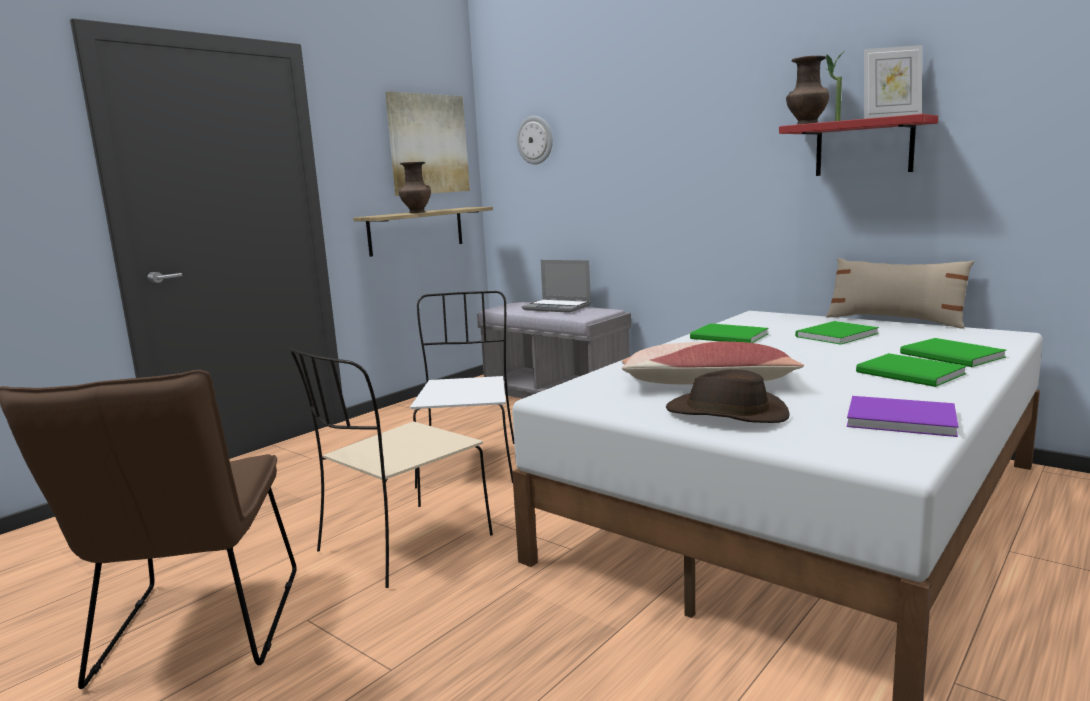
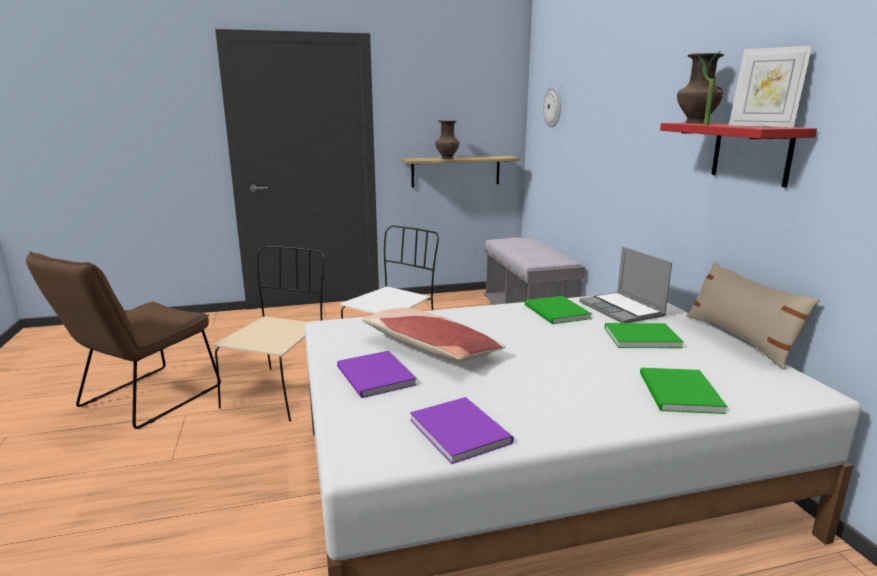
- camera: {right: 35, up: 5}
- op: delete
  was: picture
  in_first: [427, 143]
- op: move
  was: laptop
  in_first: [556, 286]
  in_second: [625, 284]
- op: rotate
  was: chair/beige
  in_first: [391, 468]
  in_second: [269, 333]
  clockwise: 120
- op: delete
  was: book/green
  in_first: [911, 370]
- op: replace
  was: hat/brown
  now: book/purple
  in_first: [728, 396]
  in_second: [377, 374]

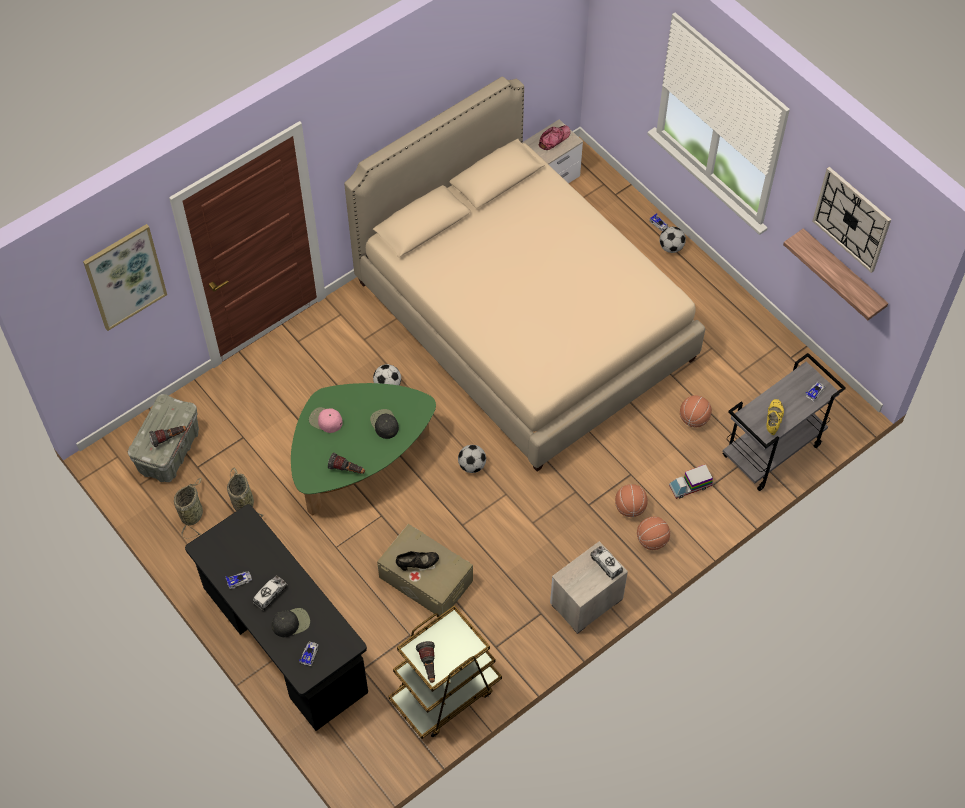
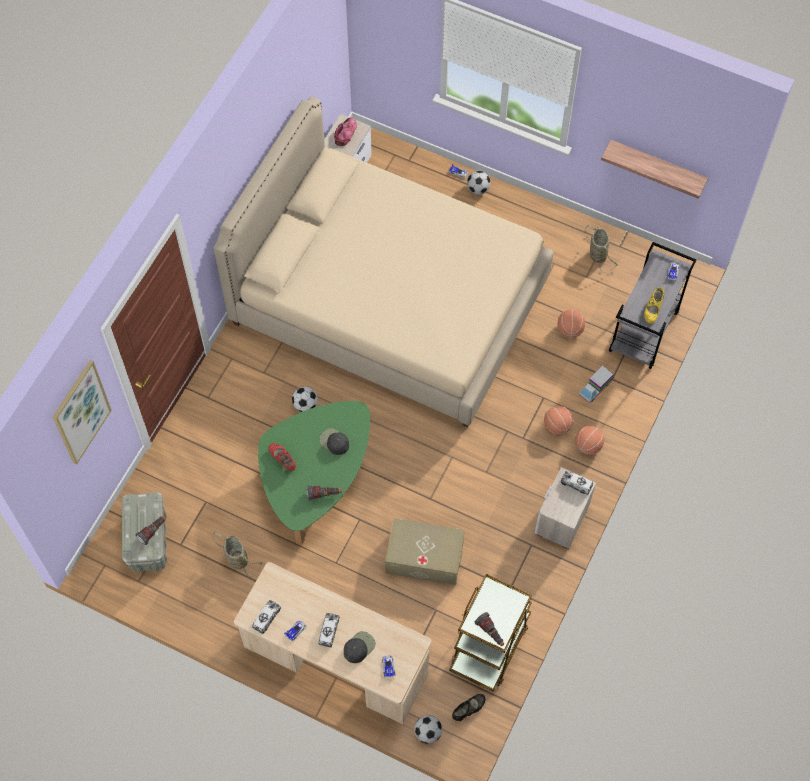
- camera: {right: -25, up: 5}
- op: delete
  was: wall clock
  in_first: [852, 220]
- op: rotate
  was: shoe/yellow
  in_first: [775, 417]
  in_second: [654, 305]
  clockwise: -150
- op: replace
  was: cap/pink
  now: shoe/red
  in_first: [326, 420]
  in_second: [282, 457]
- op: move
  was: football
  in_first: [472, 459]
  in_second: [428, 729]
- op: move
  was: basket
  in_first: [188, 508]
  in_second: [601, 249]
- op: recolor
  was: desk/black
  now: desk/beige
  in_first: [276, 617]
  in_second: [333, 643]
- op: move
  was: shoe/black
  in_first: [417, 561]
  in_second: [469, 707]
- op: insert
  now: toy truck
  in_second: [266, 617]

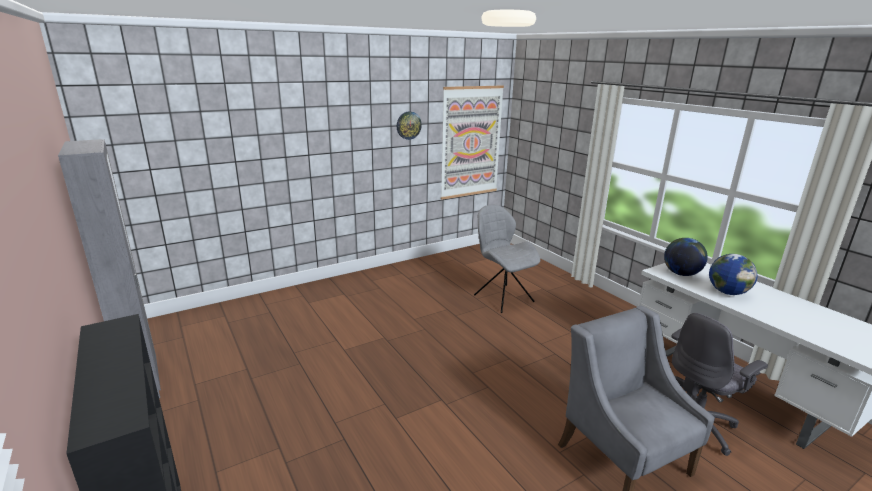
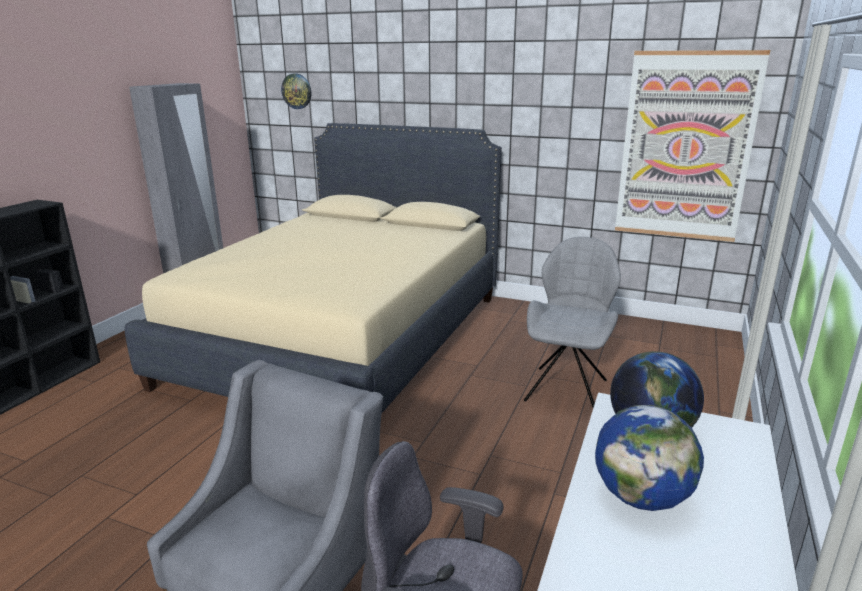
- camera: {right: 55, up: 0}
- op: move
  was: wall clock
  in_first: [409, 125]
  in_second: [296, 91]
- op: insert
  now: bed/beige
  in_second: [313, 268]

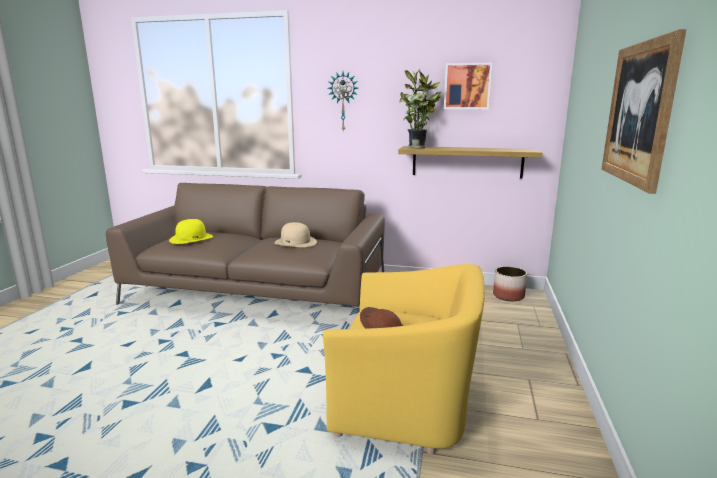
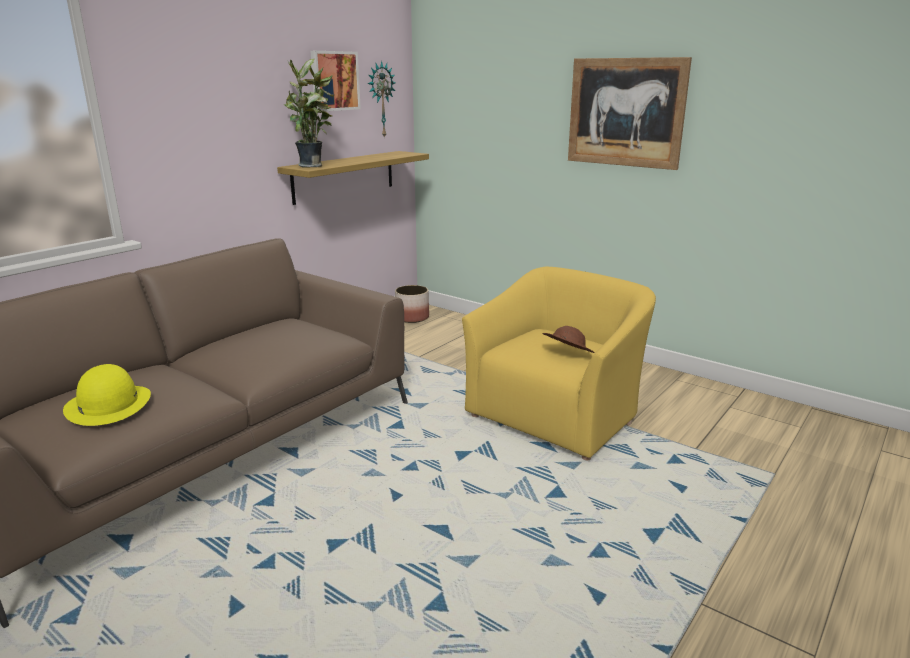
- camera: {right: -65, up: 5}
- op: move
  was: wall clock
  in_first: [343, 102]
  in_second: [382, 100]
- op: delete
  was: hat/beige
  in_first: [295, 234]

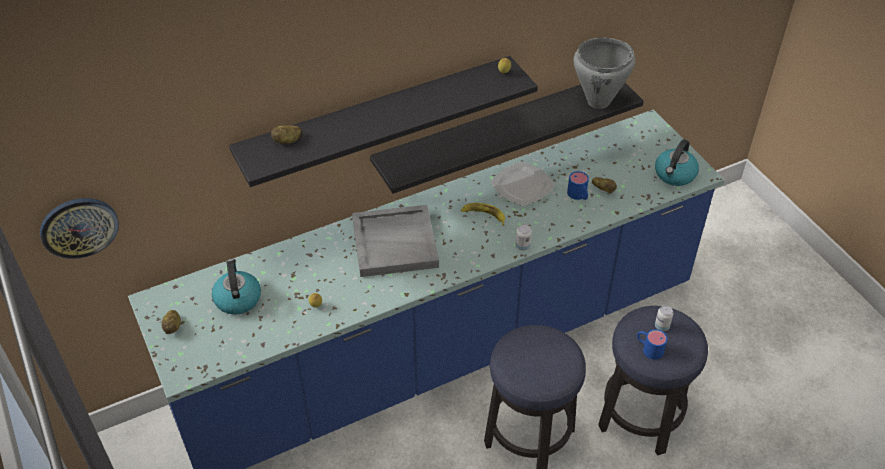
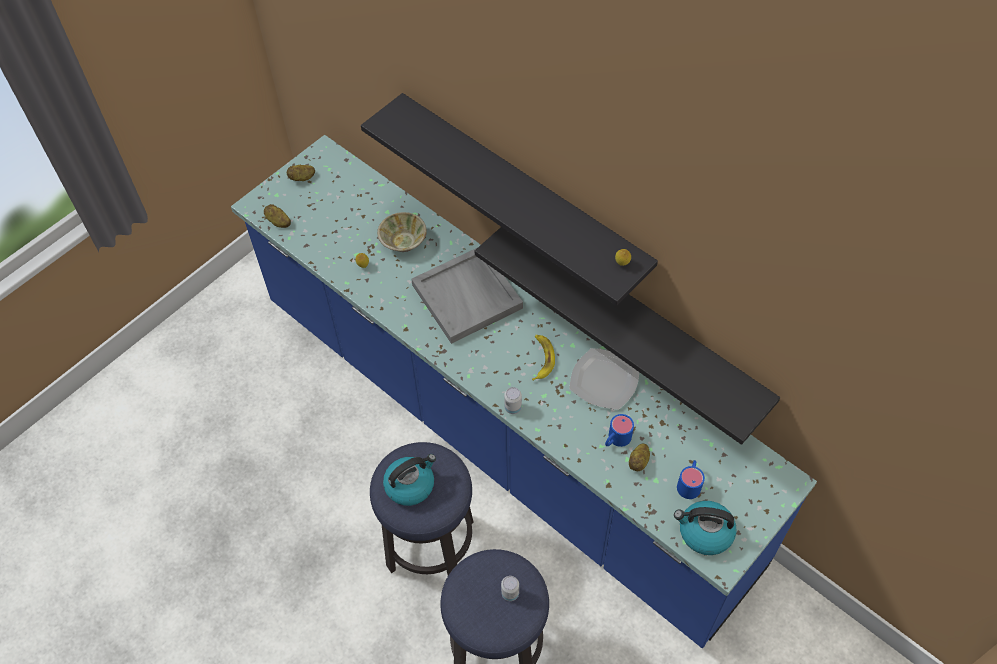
- camera: {right: 70, up: 10}
- op: delete
  was: cooking pot/grey
  in_first: [604, 73]
- op: move
  was: potato
  in_first: [286, 134]
  in_second: [277, 216]
- op: delete
  was: wall clock
  in_first: [79, 228]
- op: move
  was: kettle
  in_first: [236, 287]
  in_second: [409, 480]
- op: move
  was: mug/blue
  in_first: [652, 344]
  in_second: [691, 479]
- op: insert
  now: bowl/beige
  in_second: [402, 232]

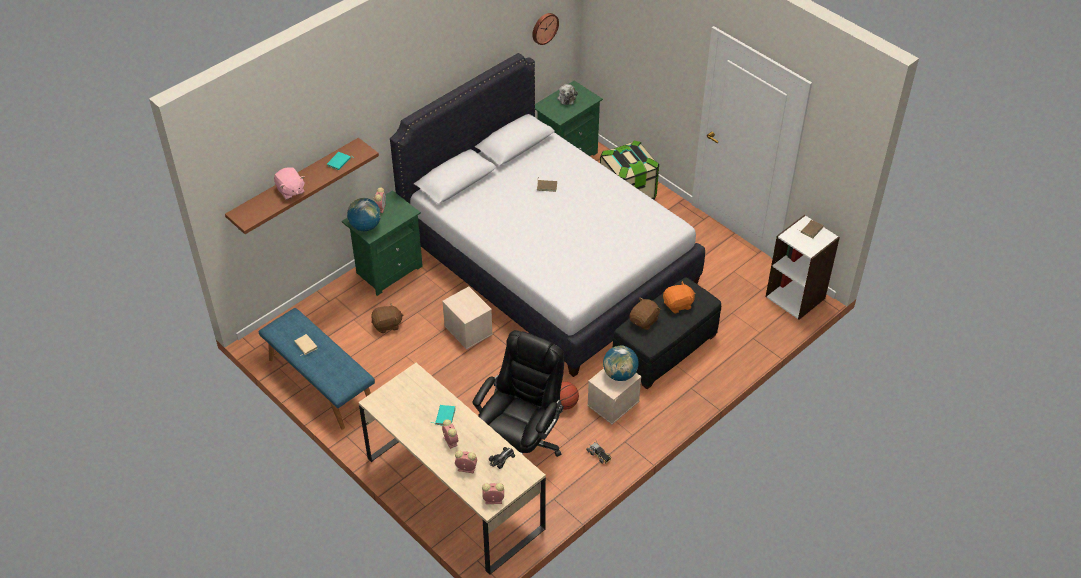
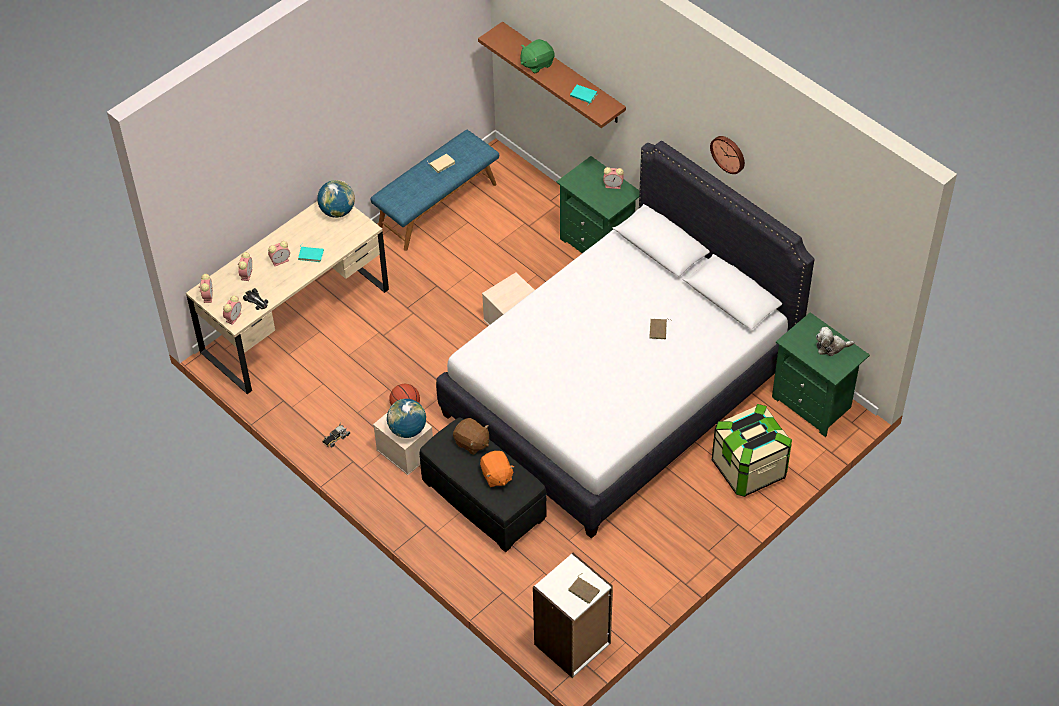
- camera: {right: 90, up: 5}
- op: move
  was: wall clock
  in_first: [545, 29]
  in_second: [727, 155]
- op: recolor
  was: plush toy/pink
  now: plush toy/green
  in_first: [289, 183]
  in_second: [537, 56]
- op: move
  was: globe
  in_first: [364, 214]
  in_second: [336, 199]
- op: delete
  was: plush toy/brown
  in_first: [387, 318]
- op: delete
  was: office chair/black
  in_first: [518, 393]
- op: insert
  now: alarm clock
  in_second: [232, 310]

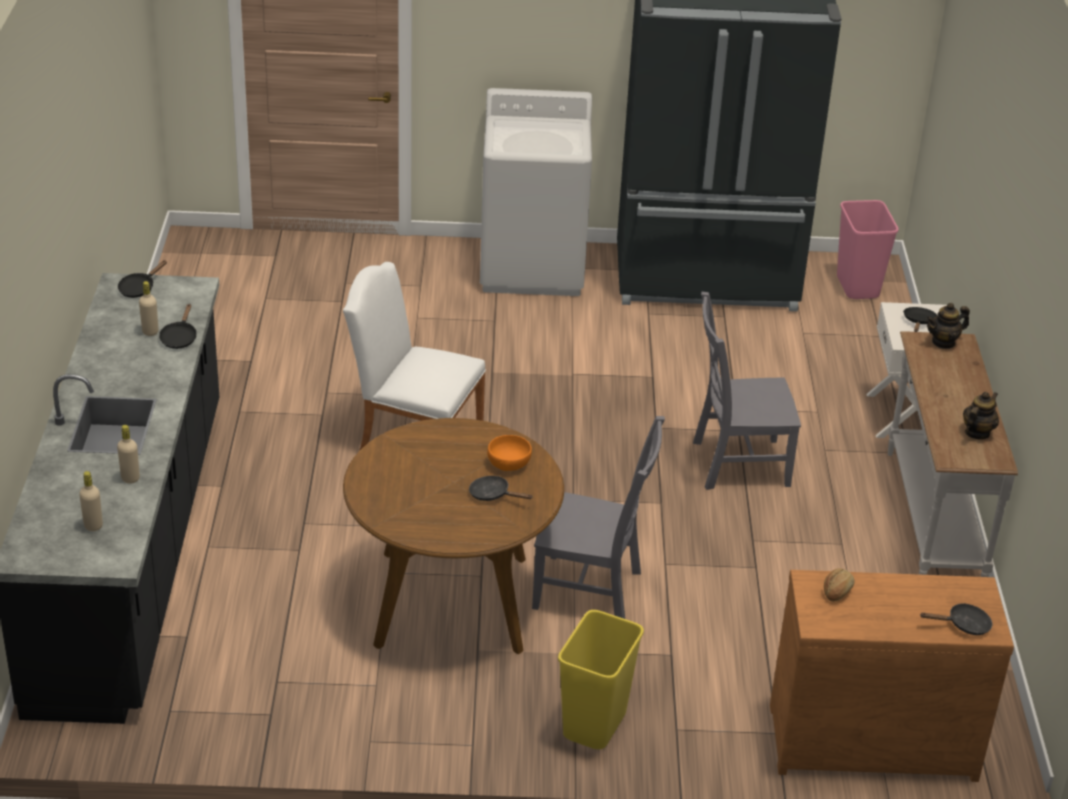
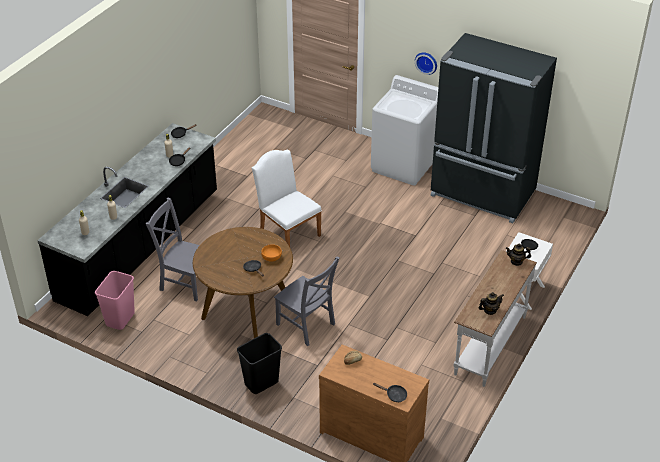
- camera: {right: 30, up: 5}
- op: move
  was: trash can/pink
  in_first: [868, 249]
  in_second: [115, 300]
- op: move
  was: chair/grey
  in_first: [747, 391]
  in_second: [173, 249]
- op: recolor
  was: trash can/yellow
  now: trash can/black
  in_first: [601, 679]
  in_second: [259, 363]
- op: insert
  now: wall clock
  in_second: [426, 63]

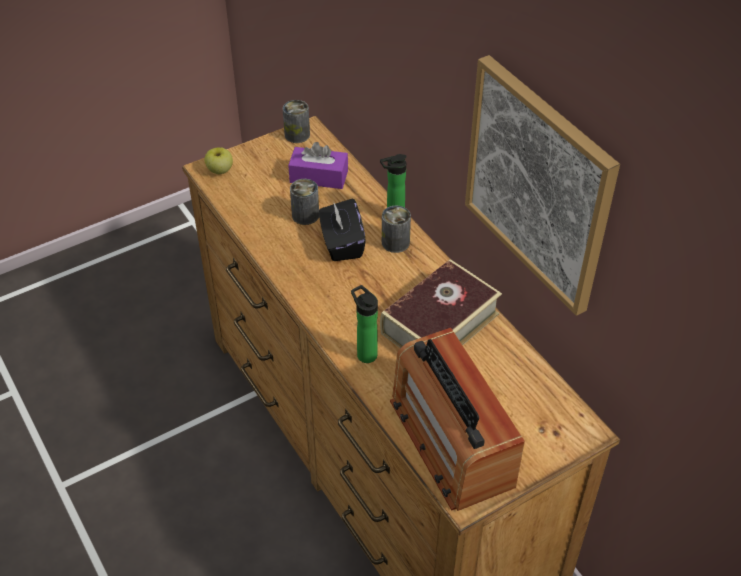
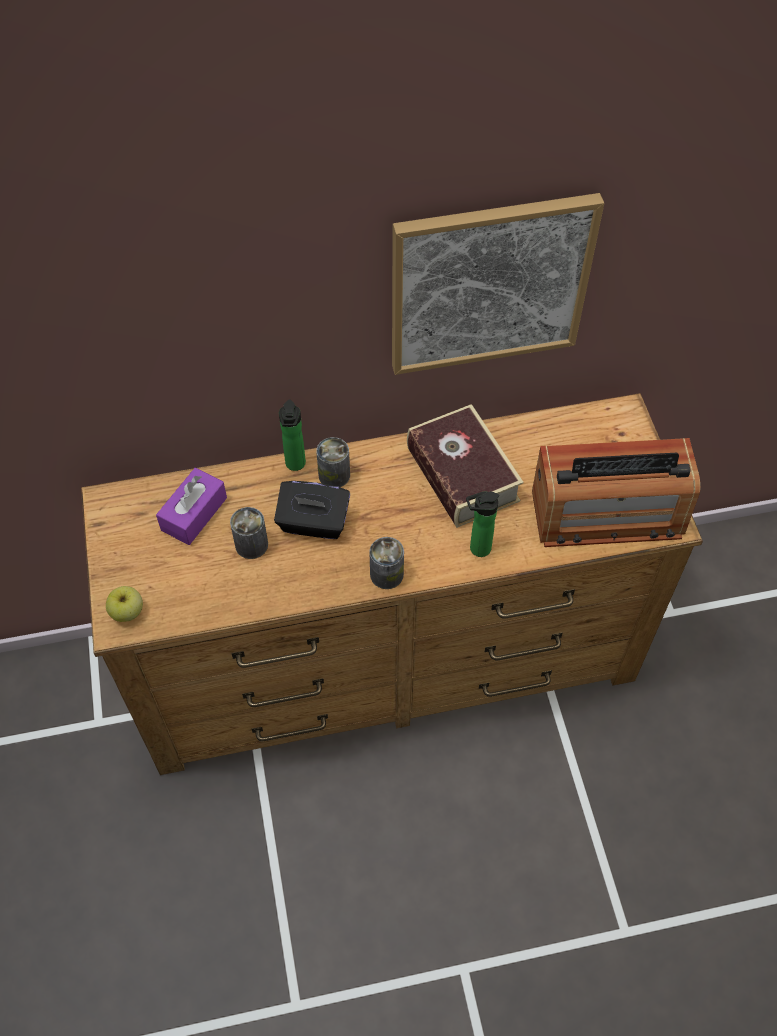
- camera: {right: -70, up: 10}
- op: move
  was: can
  in_first: [296, 121]
  in_second: [386, 563]

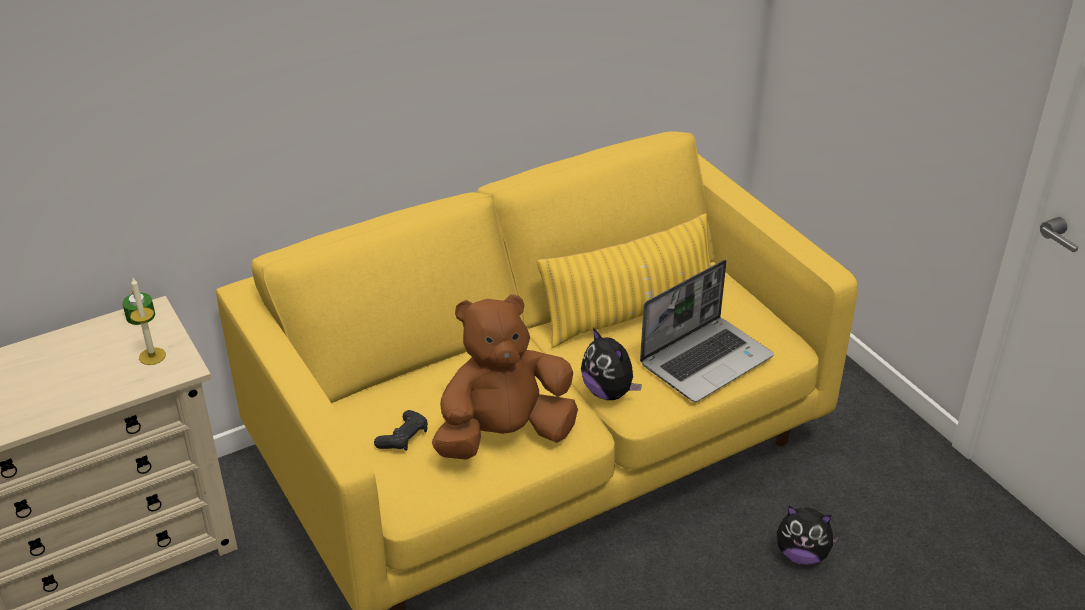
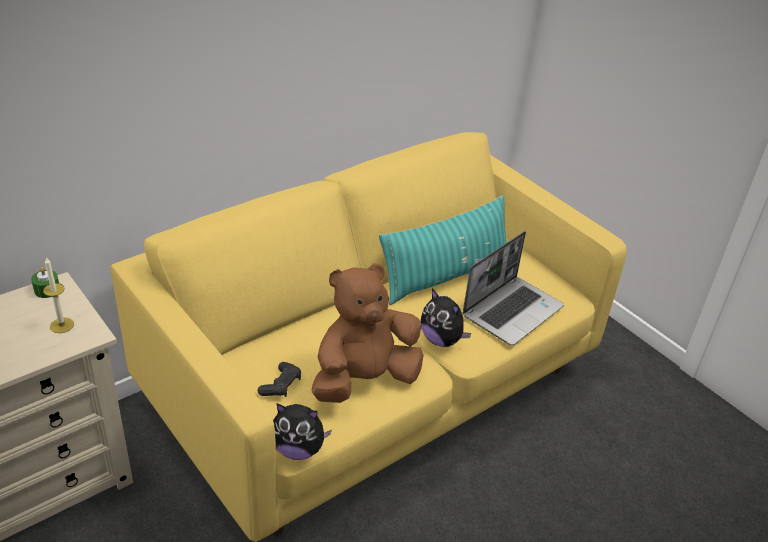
- camera: {right: -10, up: 0}
- op: recolor
  was: pillow/yellow
  now: pillow/turquoise
  in_first: [624, 281]
  in_second: [442, 250]
- op: move
  was: plush toy
  in_first: [808, 535]
  in_second: [302, 431]

